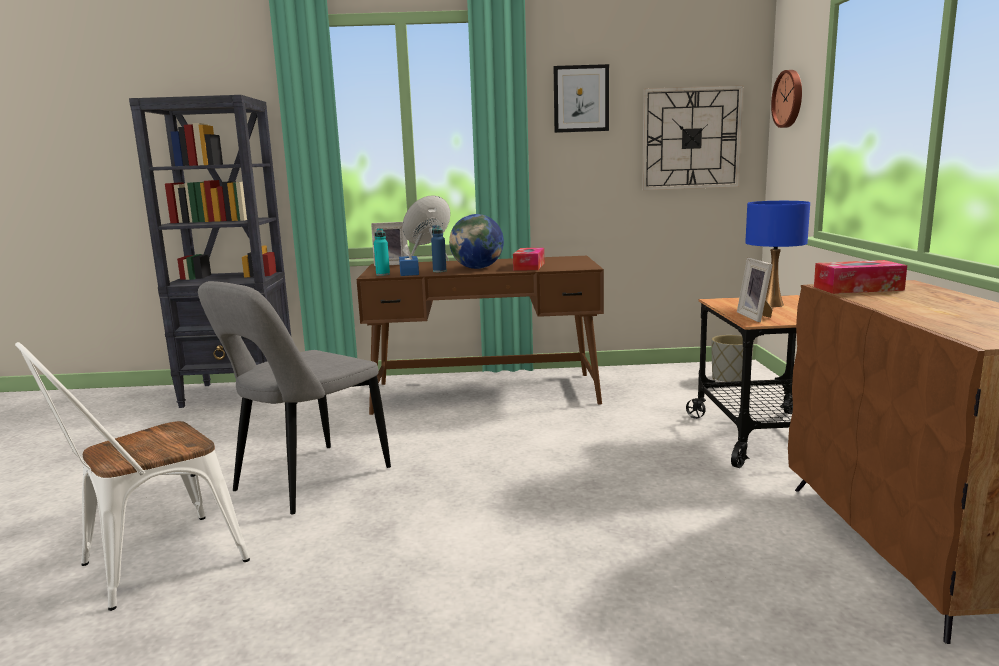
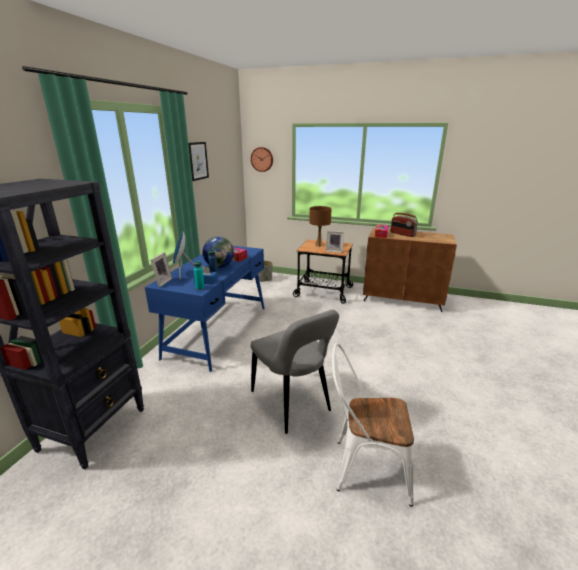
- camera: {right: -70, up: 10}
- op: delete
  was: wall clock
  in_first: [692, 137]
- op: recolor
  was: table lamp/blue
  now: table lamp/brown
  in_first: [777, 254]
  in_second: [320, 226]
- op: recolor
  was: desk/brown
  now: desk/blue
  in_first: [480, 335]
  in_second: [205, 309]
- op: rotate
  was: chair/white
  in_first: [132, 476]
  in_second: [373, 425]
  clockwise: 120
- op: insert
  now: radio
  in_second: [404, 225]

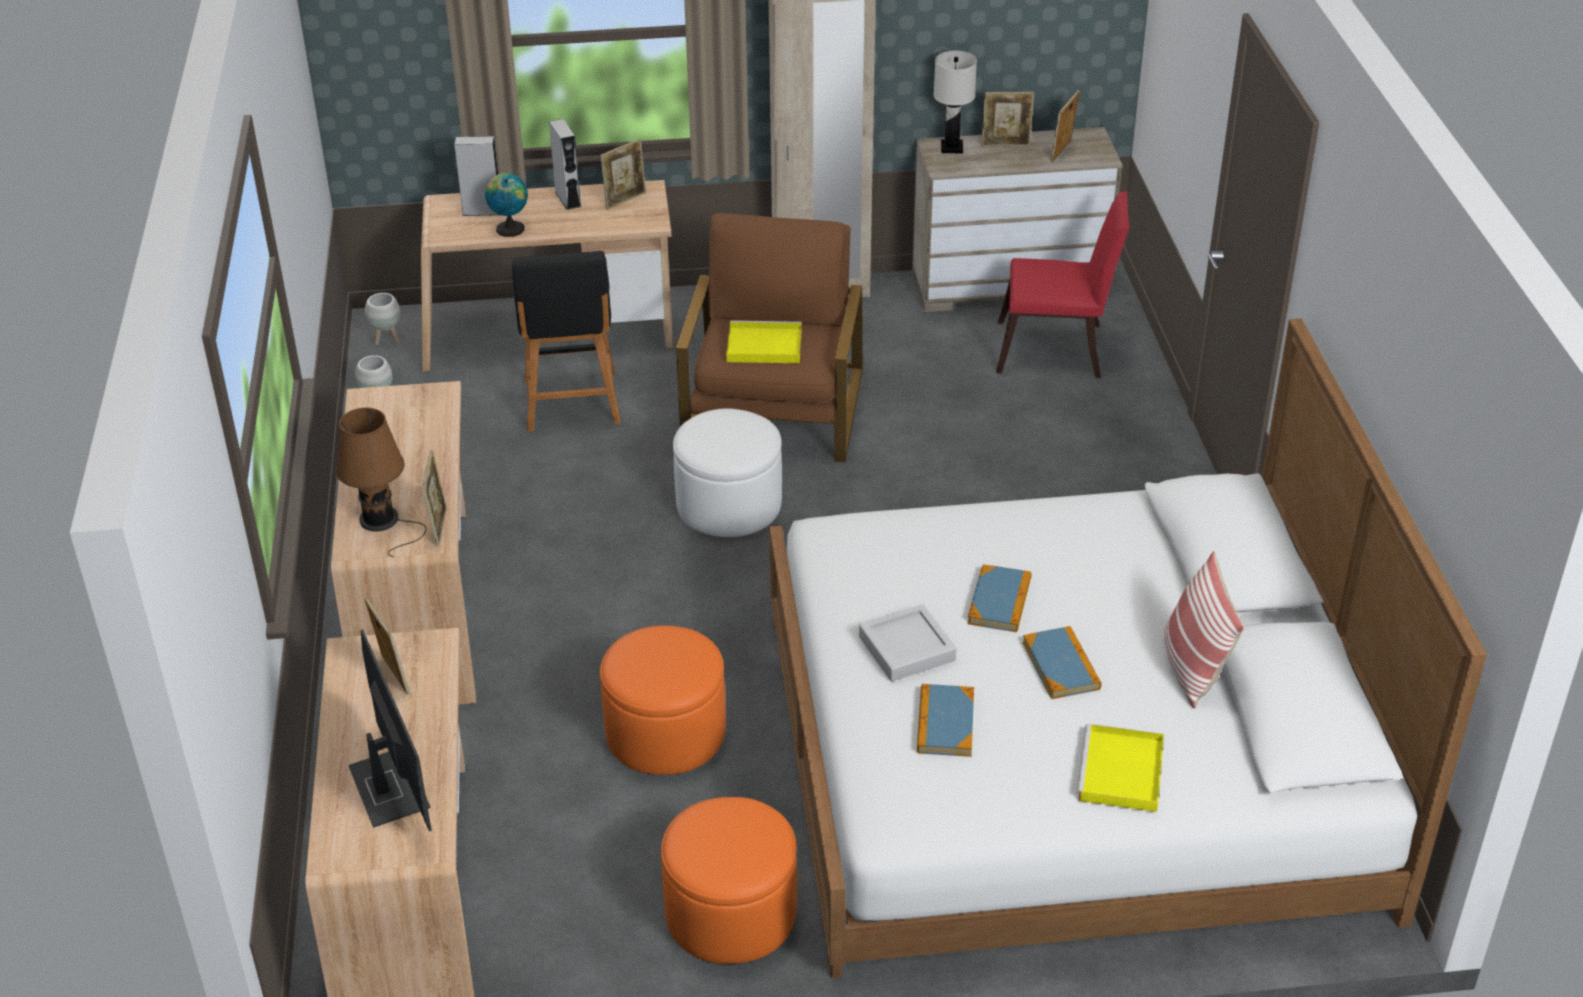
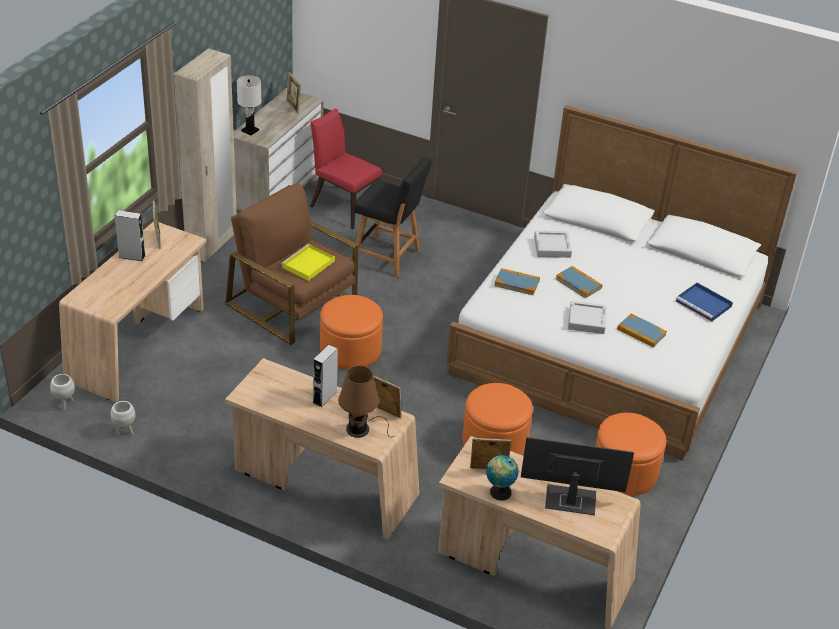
- camera: {right: -60, up: 0}
- op: delete
  was: picture frame
  in_first: [1007, 119]
- op: move
  was: speaker/grey
  in_first: [476, 176]
  in_second: [325, 376]
- op: move
  was: globe
  in_first: [506, 205]
  in_second: [502, 477]
- op: rotate
  was: chair/red
  in_first: [1062, 284]
  in_second: [346, 169]
  clockwise: -90
- op: move
  was: stool/black
  in_first: [566, 341]
  in_second: [392, 217]
- op: recolor
  was: ottoman/white
  now: ottoman/orange
  in_first: [727, 472]
  in_second: [351, 332]
- op: delete
  was: pillow
  in_first: [1204, 629]
- op: move
  was: book
  in_first: [1062, 662]
  in_second: [517, 281]
- op: recolor
  was: tray/yellow
  now: tray/blue
  in_first: [1120, 768]
  in_second: [704, 302]
- op: insert
  now: tray/grey
  in_second: [553, 244]

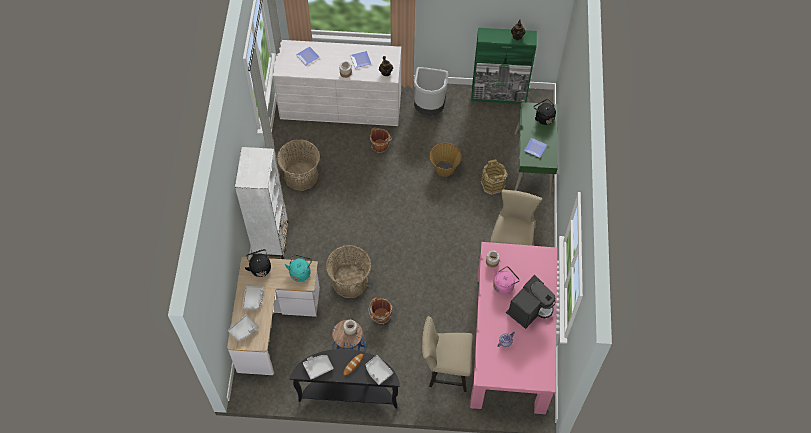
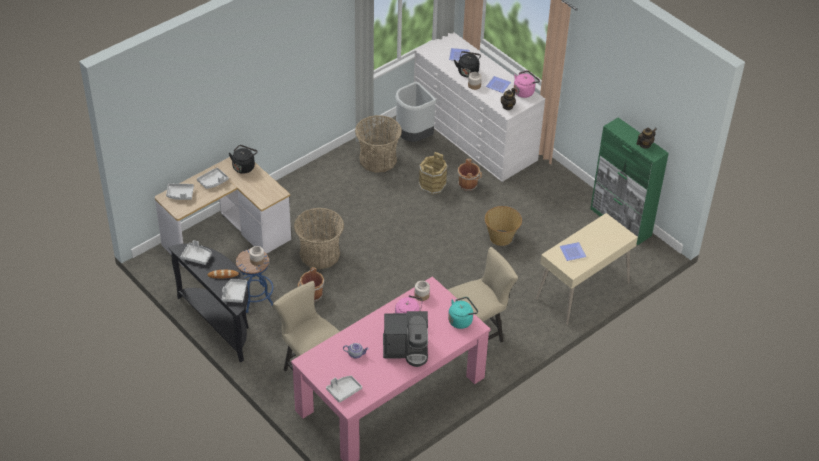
- camera: {right: 45, up: -15}
- op: move
  was: trash can/grey
  in_first: [431, 91]
  in_second: [415, 112]
- op: move
  was: kettle/black
  in_first: [545, 112]
  in_second: [467, 64]
- op: recolor
  was: desk/green
  now: desk/beige
  in_first: [536, 149]
  in_second: [587, 269]
- op: delete
  was: bookcase/white
  in_first: [261, 203]
- op: move
  was: bucket/brown
  in_first: [494, 177]
  in_second: [433, 173]
- op: move
  was: kettle/turquoise
  in_first: [298, 268]
  in_second: [463, 313]
- op: insert
  now: kettle/pink
  in_second: [527, 84]
- op: insert
  now: tray/grey
  in_second: [344, 389]

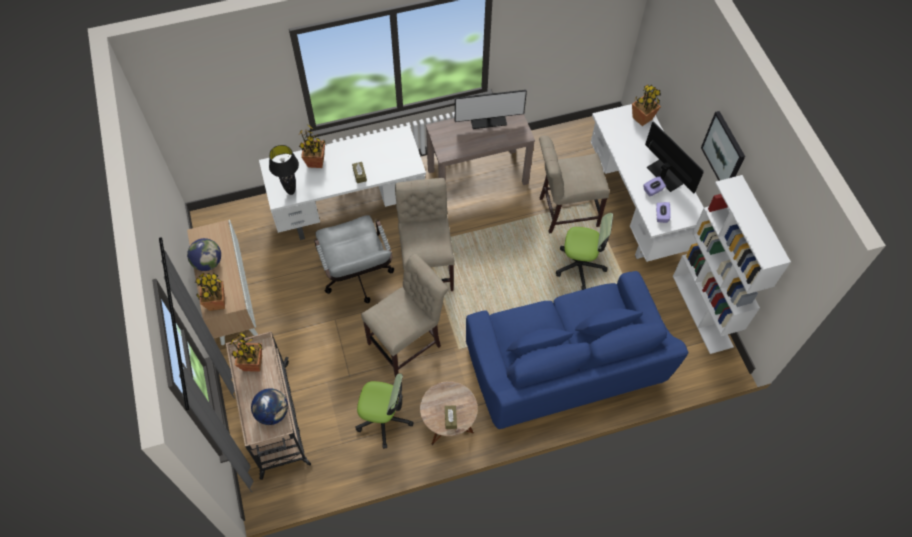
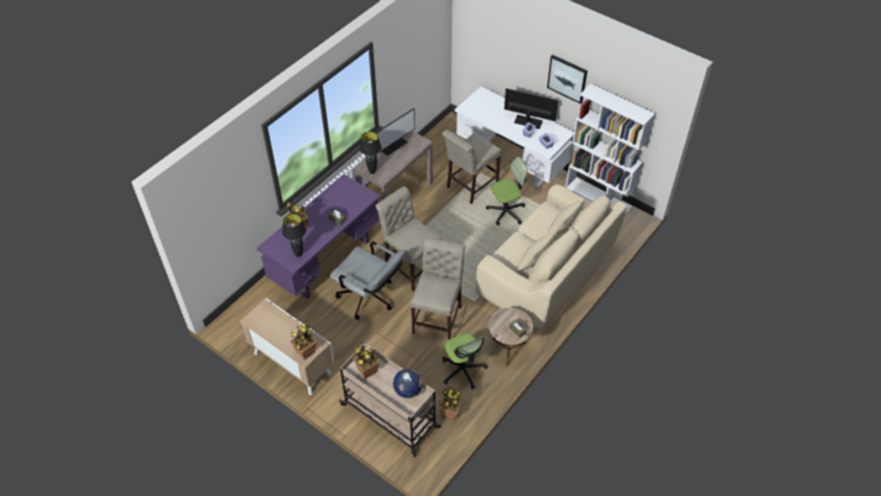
- camera: {right: -35, up: -10}
- op: move
  was: potted plant
  in_first: [646, 105]
  in_second: [450, 403]
- op: recolor
  was: desk/white
  now: desk/purple
  in_first: [342, 182]
  in_second: [319, 236]
- op: delete
  was: globe
  in_first: [204, 254]
- op: recolor
  was: sofa/blue
  now: sofa/beige
  in_first: [577, 350]
  in_second: [551, 256]
- op: rotate
  was: office chair
  in_first: [384, 411]
  in_second: [465, 361]
  clockwise: 90
- op: insert
  now: table lamp/black
  in_second: [370, 153]

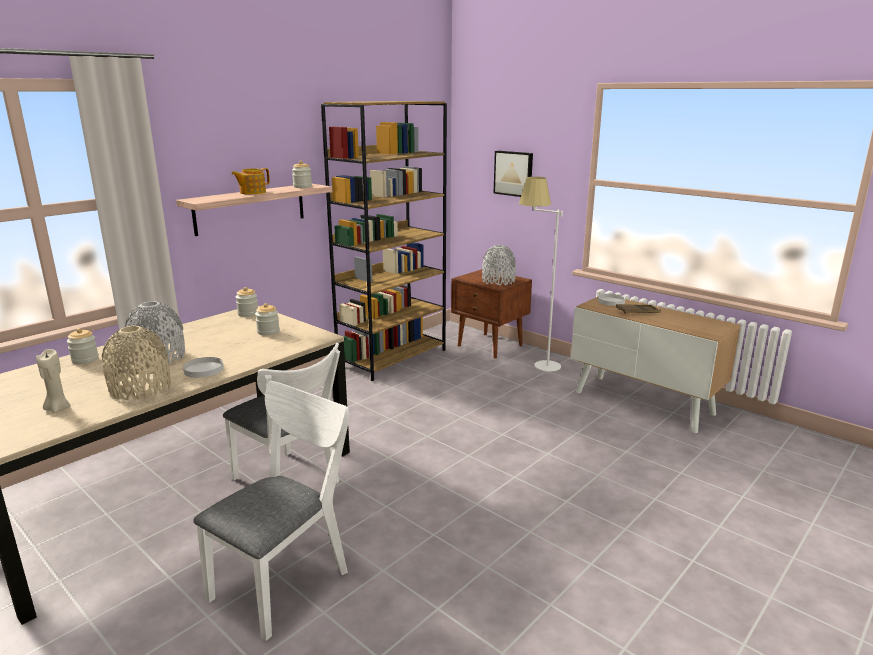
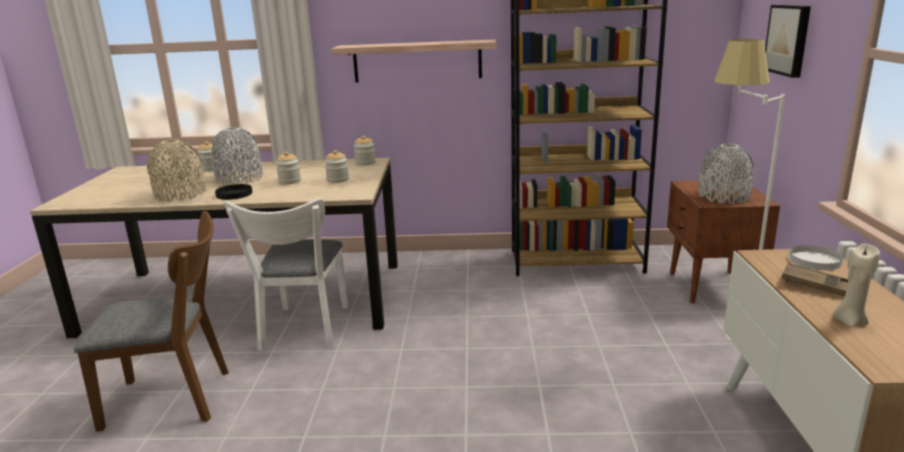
- camera: {right: 50, up: 0}
- op: move
  was: jar
  in_first: [302, 174]
  in_second: [288, 168]
- op: delete
  was: teapot
  in_first: [251, 181]
- op: move
  was: candle/beige
  in_first: [53, 381]
  in_second: [856, 286]
- op: recolor
  was: plate/white
  now: plate/black
  in_first: [203, 367]
  in_second: [234, 192]
- op: recolor
  was: chair/white
  now: chair/brown
  in_first: [271, 511]
  in_second: [151, 321]

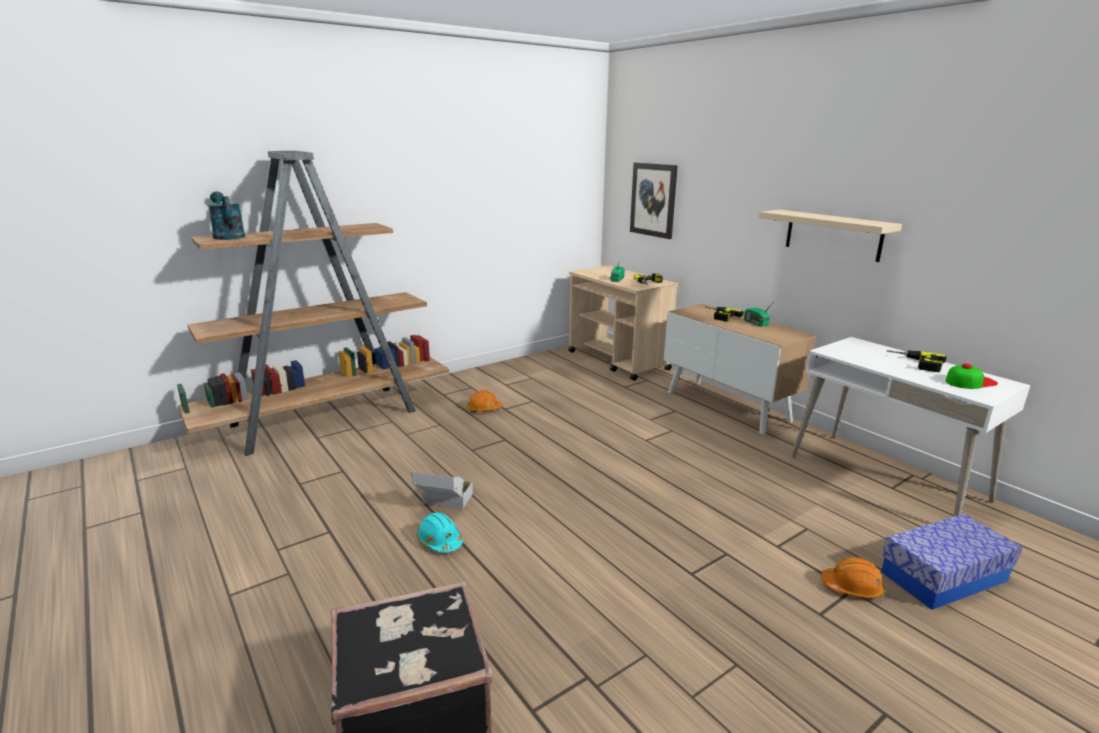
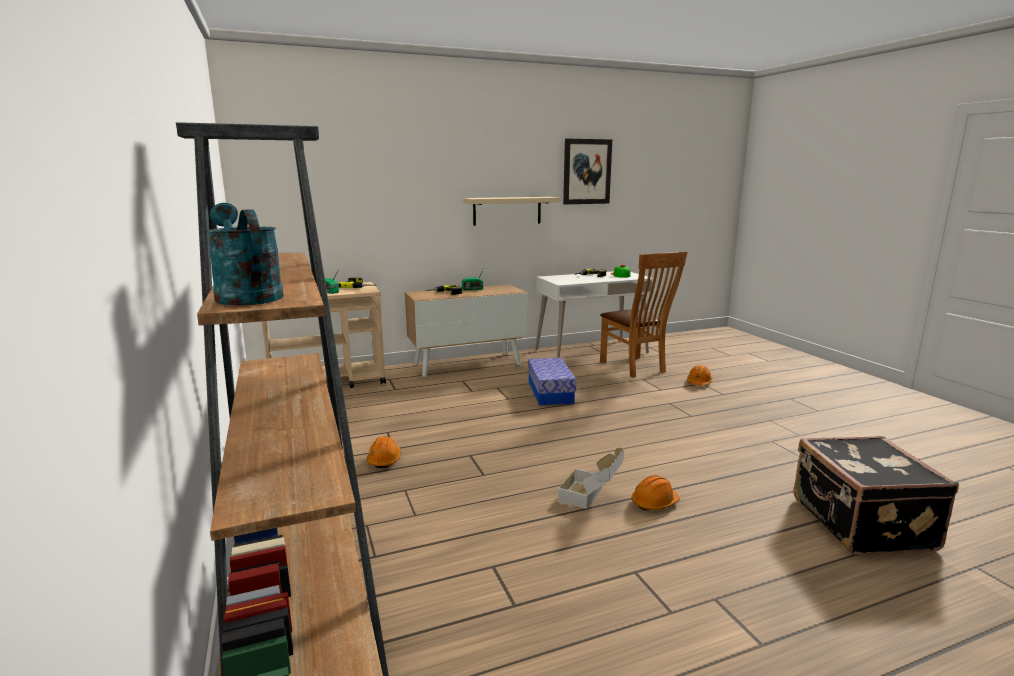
- camera: {right: -75, up: -5}
- op: move
  was: picture
  in_first: [654, 201]
  in_second: [587, 171]
- op: rotate
  was: watering can/turquoise
  in_first: [226, 215]
  in_second: [245, 254]
  clockwise: 75
- op: recolor
  was: hard hat/turquoise
  now: hard hat/orange
  in_first: [440, 532]
  in_second: [655, 493]
- op: move
  was: storage box
  in_first: [951, 562]
  in_second: [552, 381]
- op: insert
  now: chair/brown
  in_second: [643, 314]

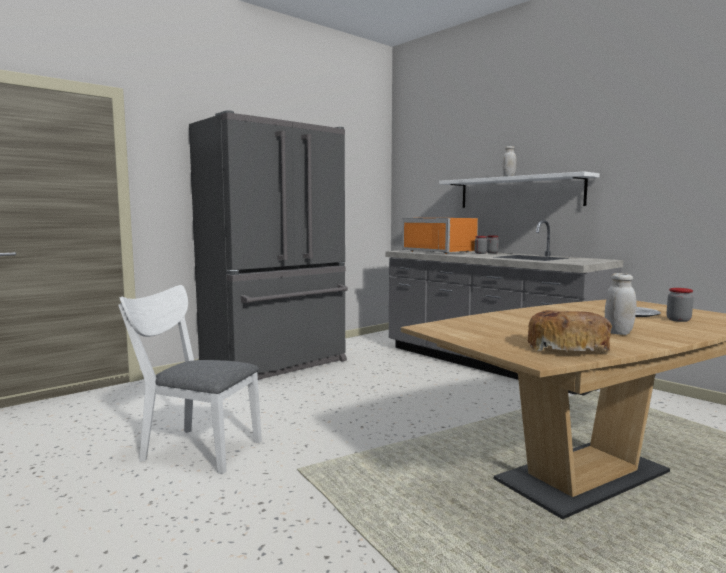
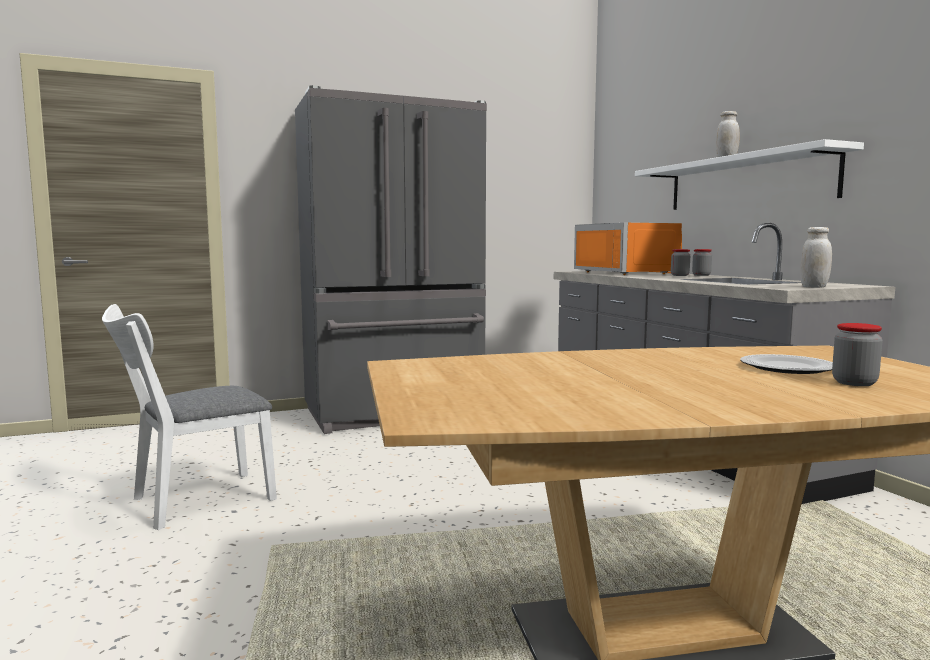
- camera: {right: 20, up: 0}
- op: move
  was: jar/white
  in_first: [621, 304]
  in_second: [816, 257]
- op: rotate
  was: chair/white
  in_first: [190, 379]
  in_second: [189, 417]
  clockwise: -75
- op: delete
  was: bread
  in_first: [570, 332]

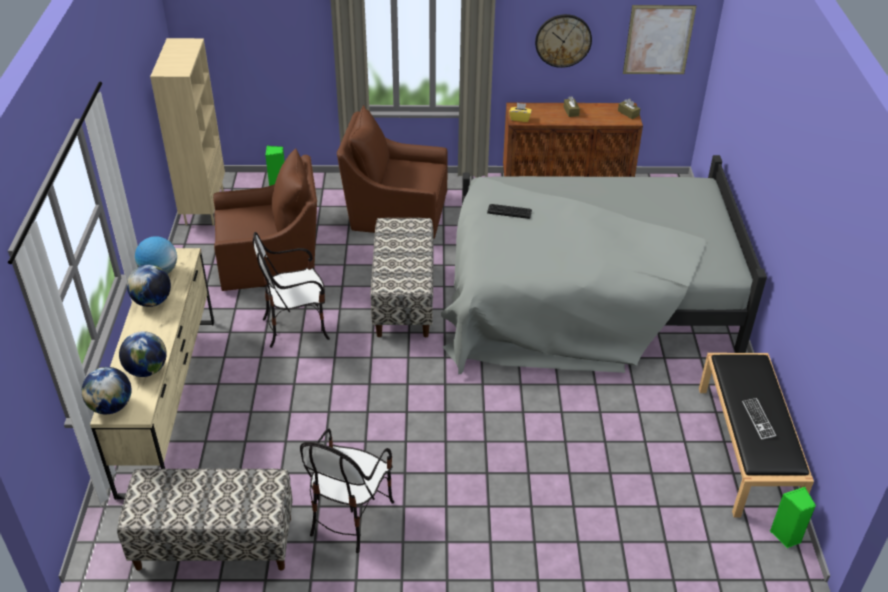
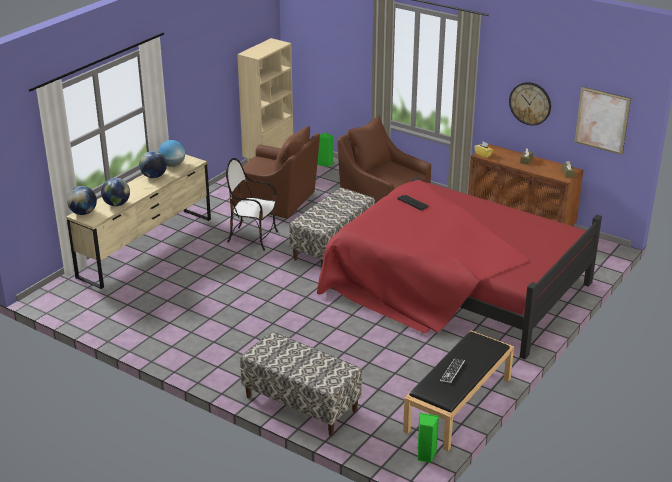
- camera: {right: 35, up: -10}
- op: recolor
  was: bed/grey
  now: bed/red
  in_first: [604, 265]
  in_second: [459, 268]
- op: delete
  was: chair
  in_first: [347, 491]
- op: move
  was: bench
  in_first: [205, 520]
  in_second: [301, 384]

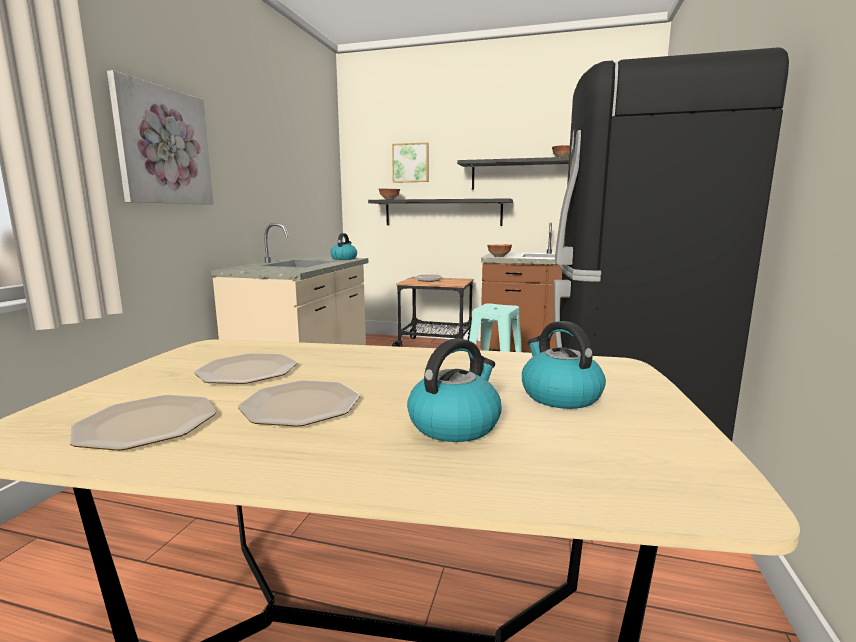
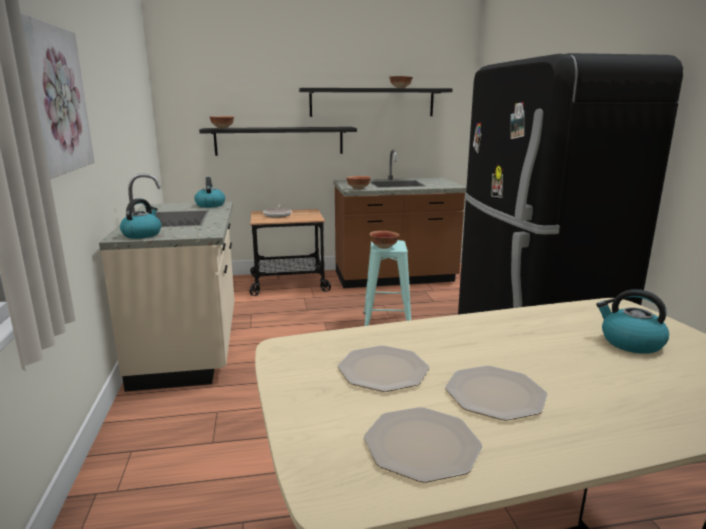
- camera: {right: -25, up: 5}
- op: delete
  was: picture
  in_first: [410, 162]
- op: move
  was: kettle
  in_first: [454, 390]
  in_second: [140, 218]
- op: insert
  now: bowl
  in_second: [384, 240]

